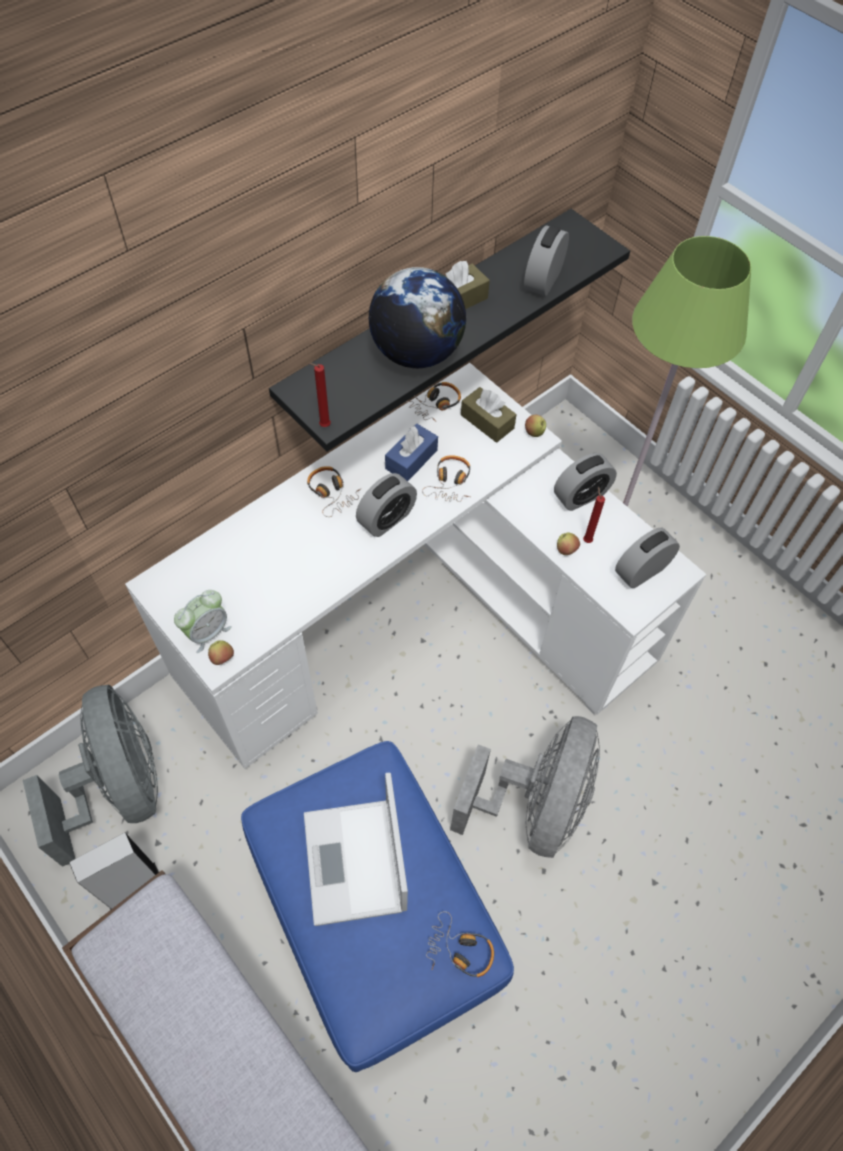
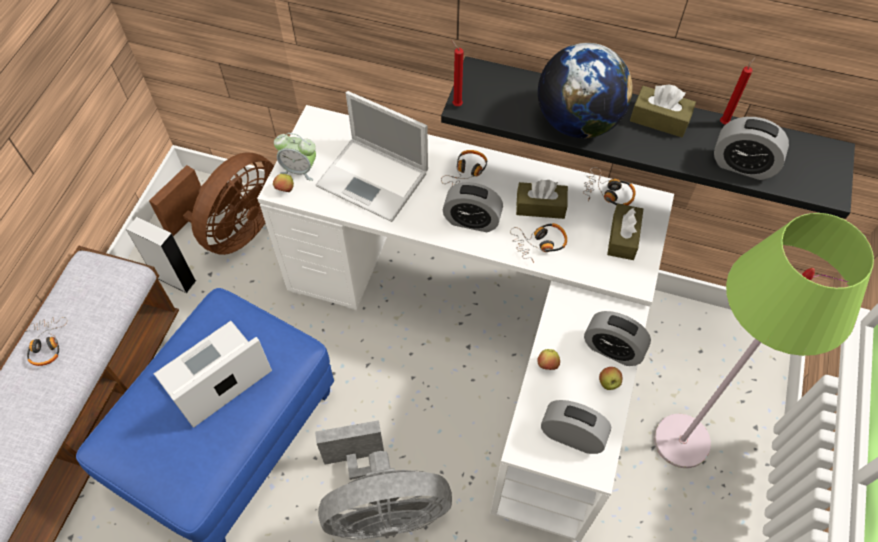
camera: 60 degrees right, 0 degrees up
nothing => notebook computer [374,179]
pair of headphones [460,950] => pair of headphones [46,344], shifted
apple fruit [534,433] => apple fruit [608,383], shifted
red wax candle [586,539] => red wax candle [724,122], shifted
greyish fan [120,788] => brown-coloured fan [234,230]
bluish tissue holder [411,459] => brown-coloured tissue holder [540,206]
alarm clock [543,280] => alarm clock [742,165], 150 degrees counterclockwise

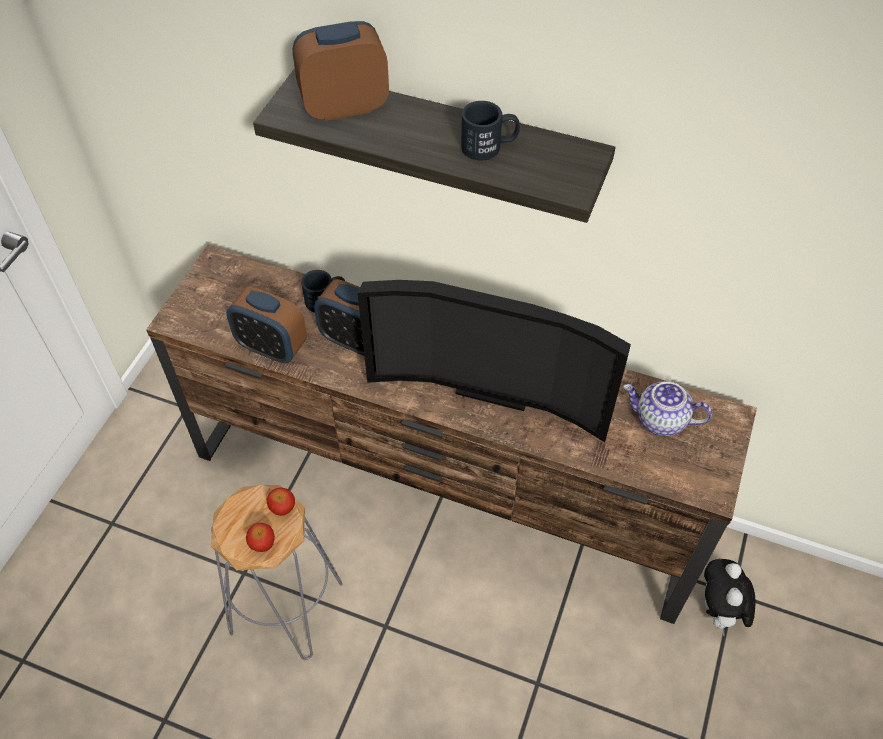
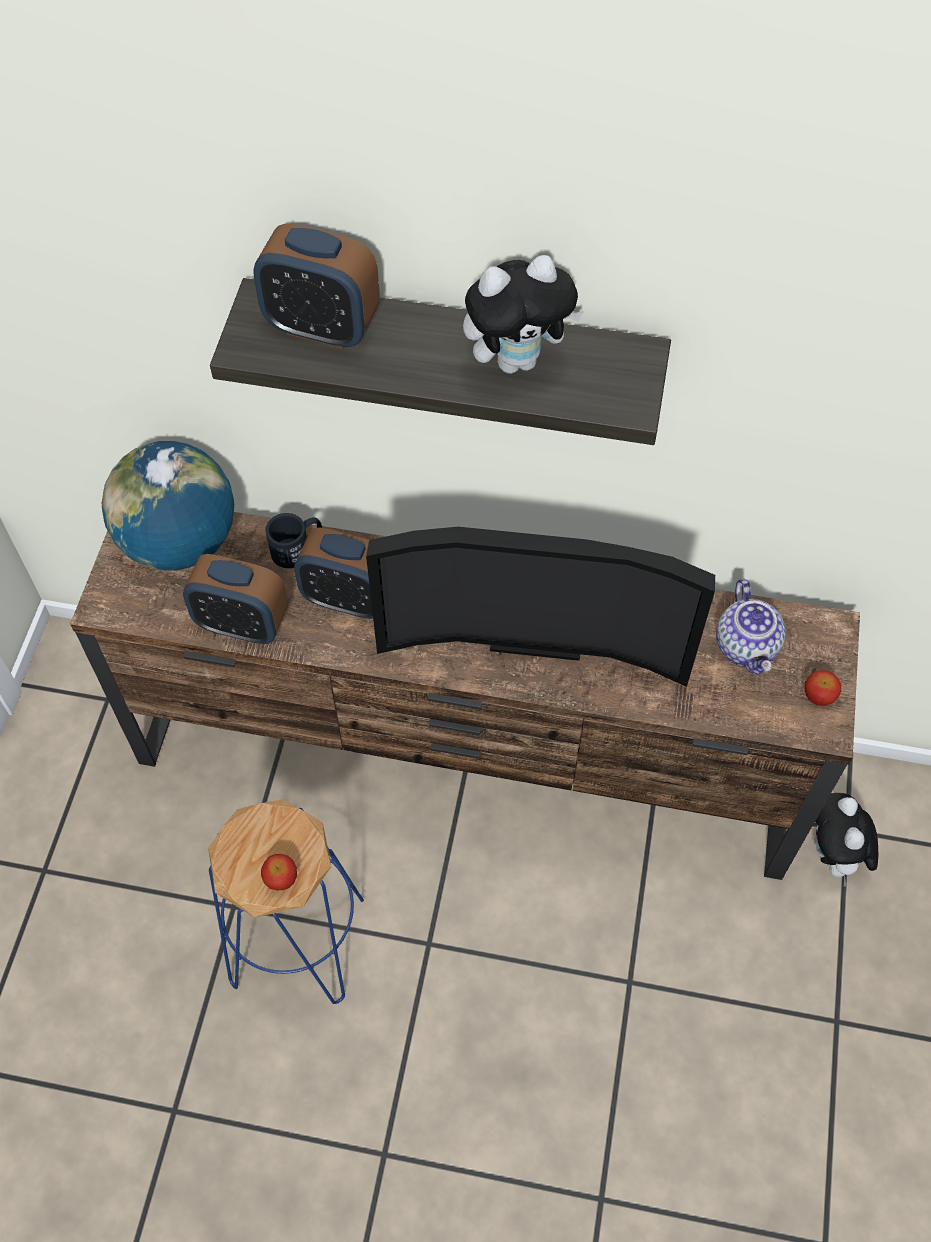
camera: 10 degrees left, 5 degrees up
nothing => desk globe [180,542]
apple fruit [282,508] => apple fruit [818,696], shifted
black-coloured tea mug [489,146] => cuddly toy [517,360]
greyish stool [286,605] => bluish stool [297,939]
alarm clock [344,107] => alarm clock [322,327], 135 degrees counterclockwise
teapot [660,420] => teapot [747,646], 105 degrees counterclockwise

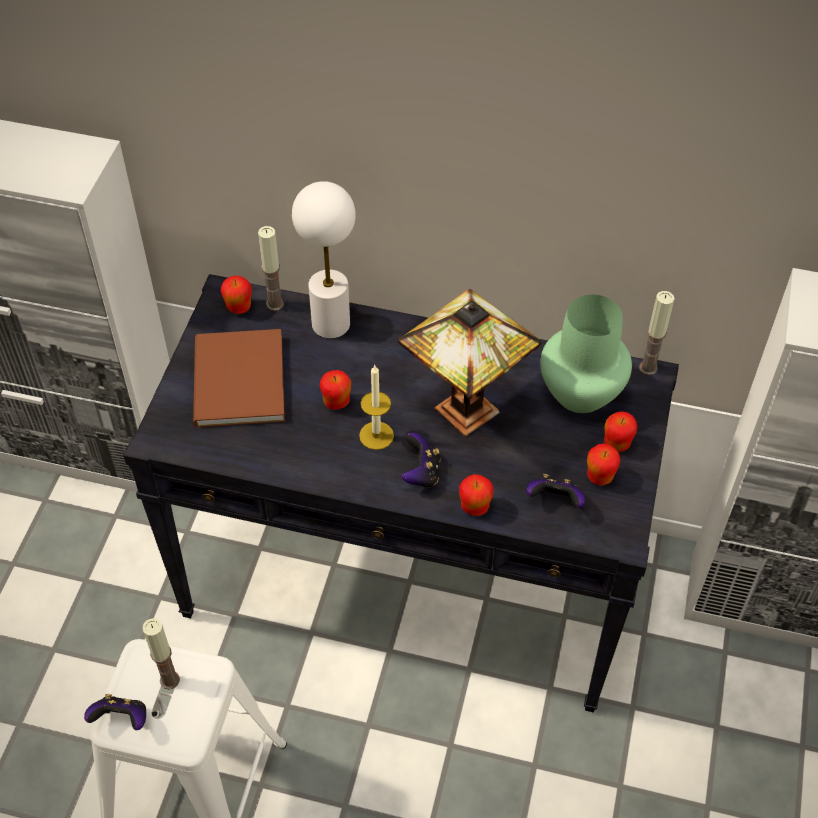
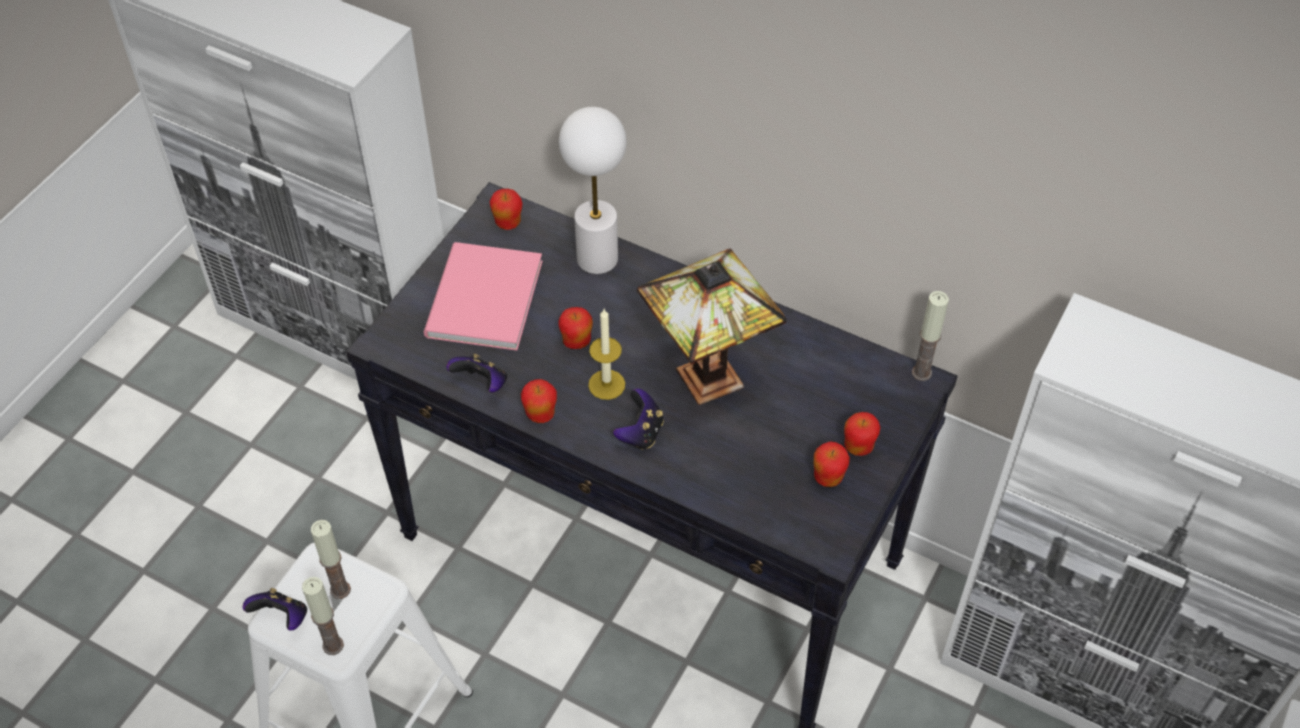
camera: 15 degrees right, 0 degrees up
green-coloured vase [581,392] => nothing
wax candle [275,304] => wax candle [333,645], shifted
apple fruit [474,507] => apple fruit [540,414], shifted
gamepad [555,501] => gamepad [482,384], shifted
brown-coloured bound book [236,383] => pink-coloured bound book [480,301]

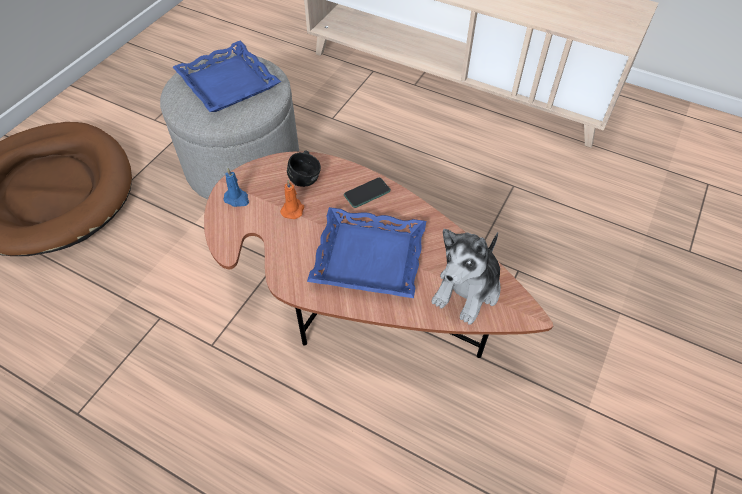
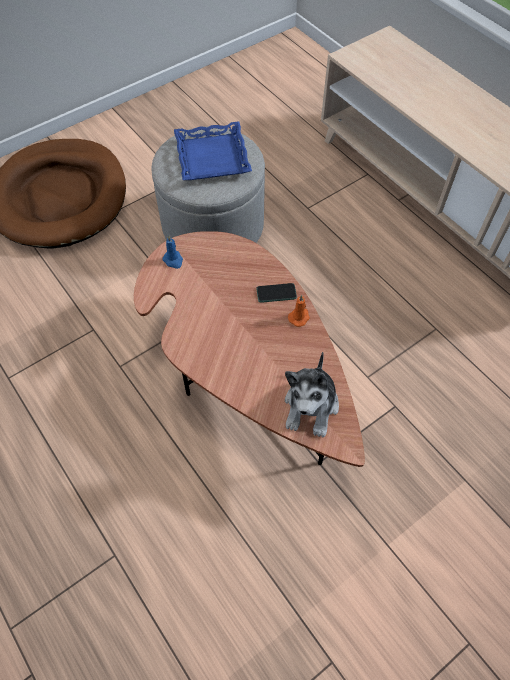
camera: 25 degrees right, 5 degrees up
black-coloured tea mug [306,177] => nothing
bluish carrying tray [369,257] => nothing
orange-coloured wax candle [293,209] => orange-coloured wax candle [299,317], shifted
cuddly toy [468,289] => cuddly toy [311,406], 45 degrees counterclockwise

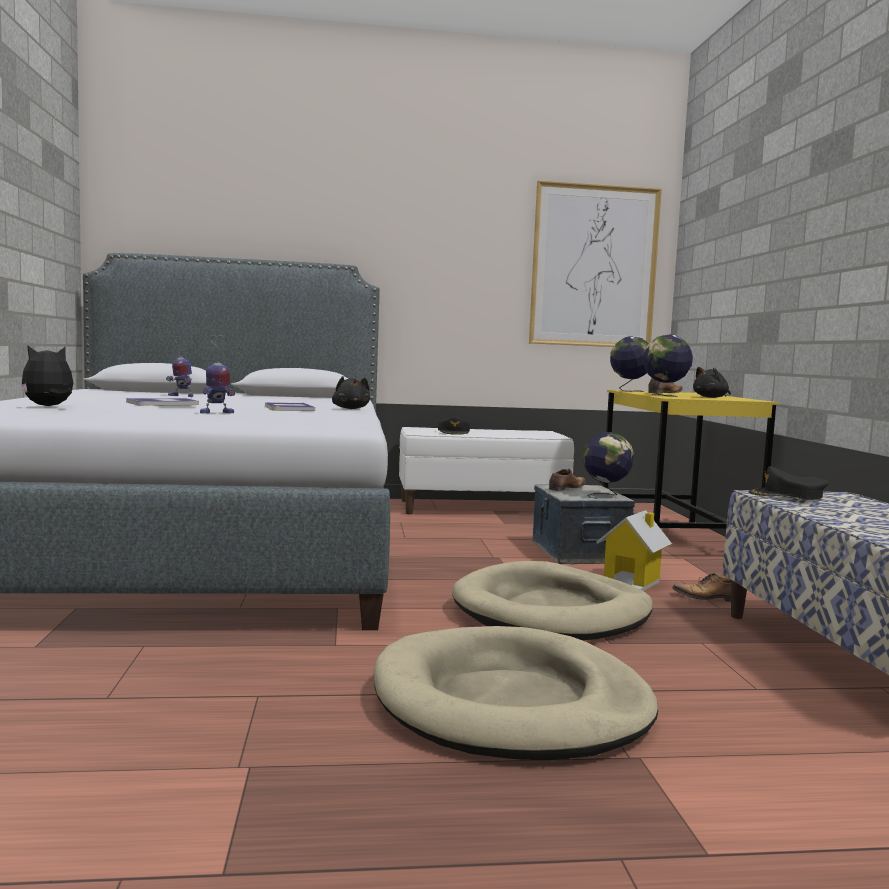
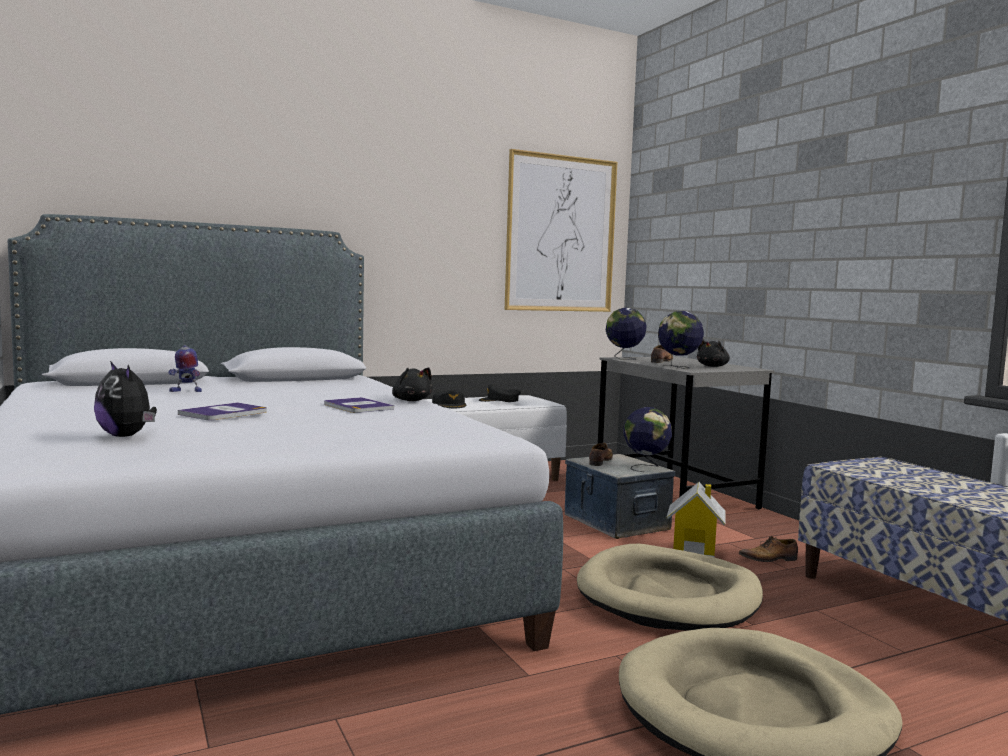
camera: 20 degrees left, 0 degrees up
model robot [216,413] => nothing
black-coloured baseball cap [787,495] => black-coloured baseball cap [499,400], shifted
yellowish desk unit [675,539] => greyish desk unit [675,496]
cuddly toy [49,406] => cuddly toy [127,436], 75 degrees counterclockwise

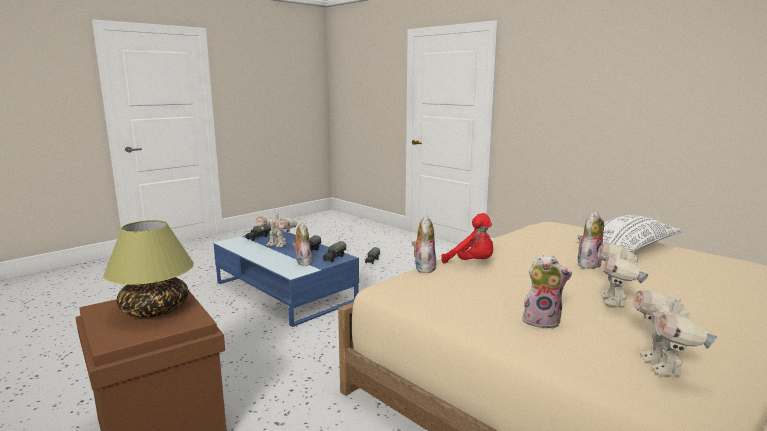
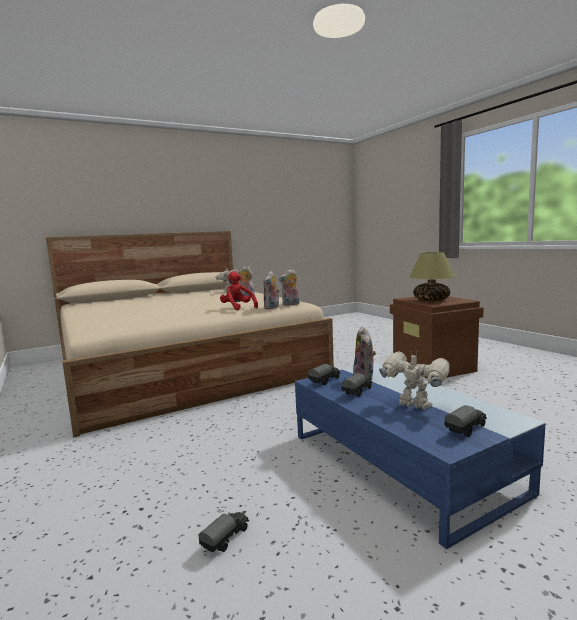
camera: 165 degrees left, 5 degrees down
whitish throw pillow [628,247] => nothing
model robot [615,300] => nothing
cuddly toy [588,264] => cuddly toy [291,304], shifted

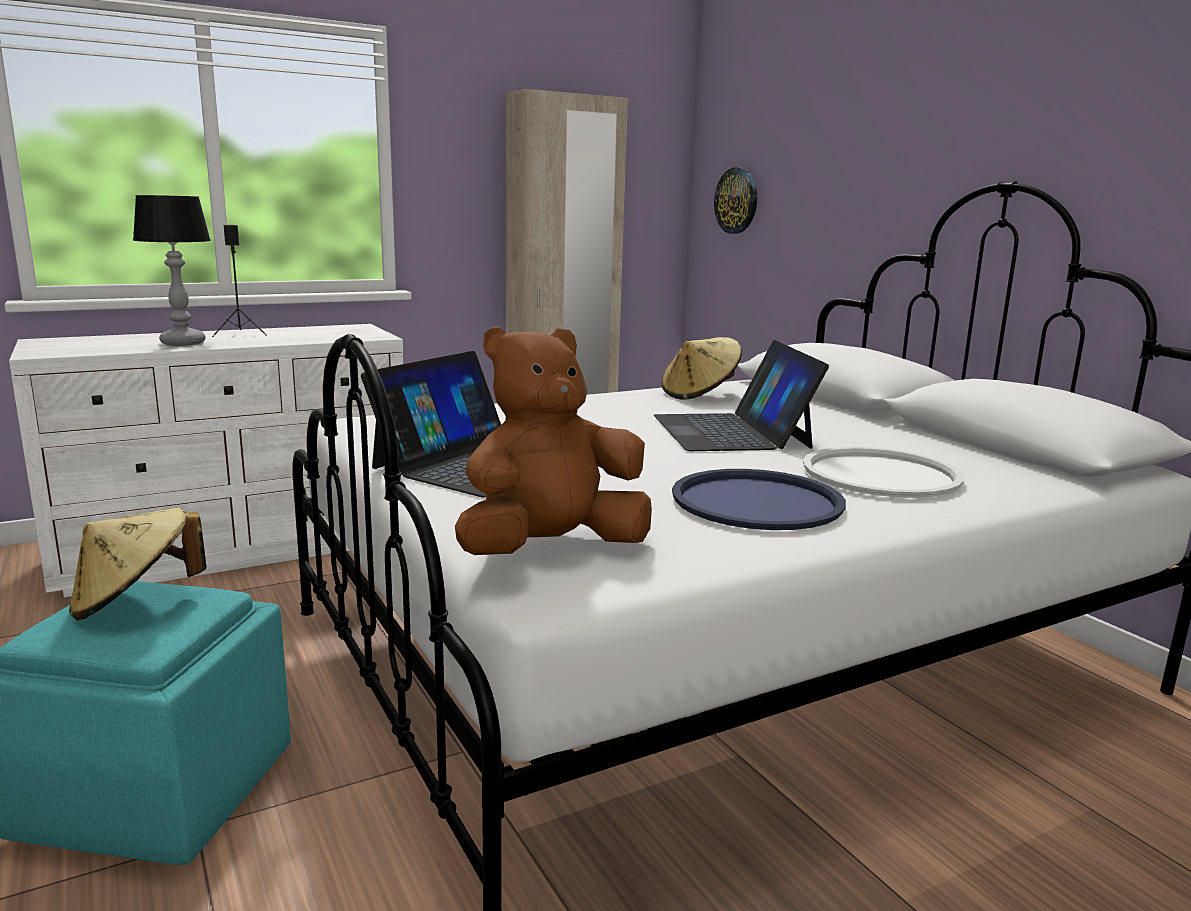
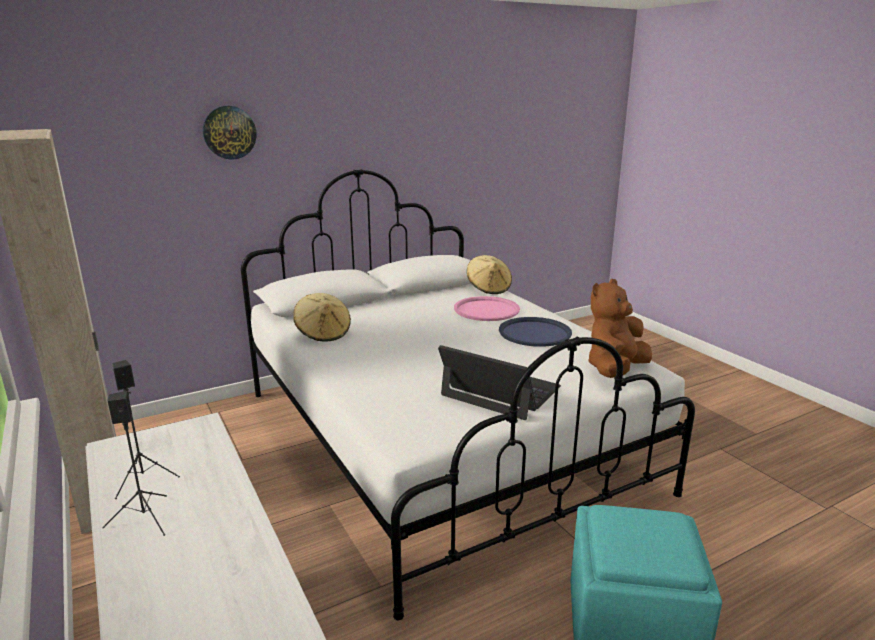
camera: 90 degrees left, 5 degrees up
lamp for a table [182,343] => nothing
notebook computer [732,431] => nothing
nothing => black-coloured audio speaker [144,479]
beige-coloured clothing hat [136,602] => beige-coloured clothing hat [488,288], shifted
hanging clock [737,201] => hanging clock [229,132], shifted
whitish carrying tray [880,474] => pink-coloured carrying tray [486,310]
brown-coloured cuddly toy [552,550] => brown-coloured cuddly toy [615,370], 75 degrees clockwise

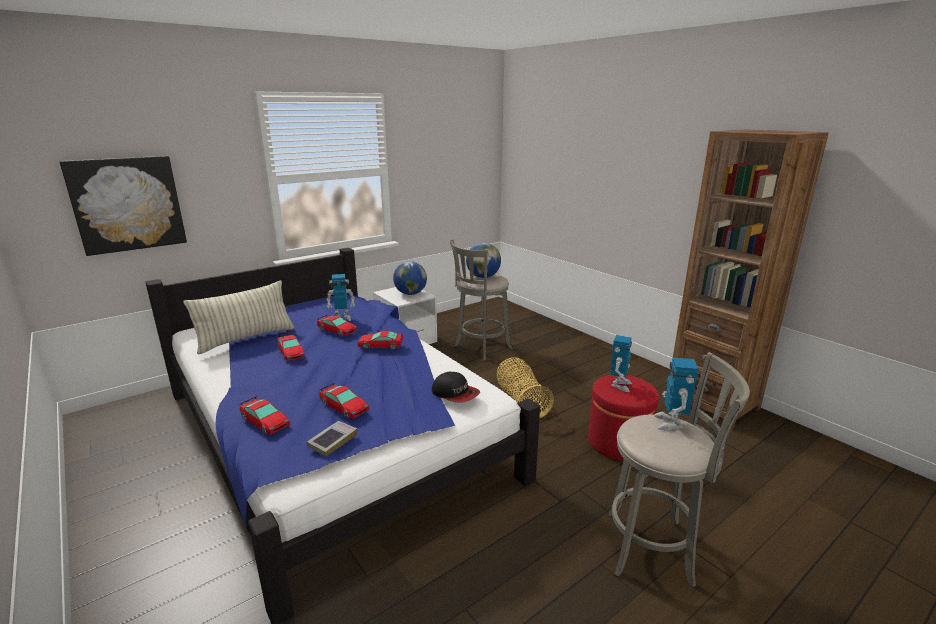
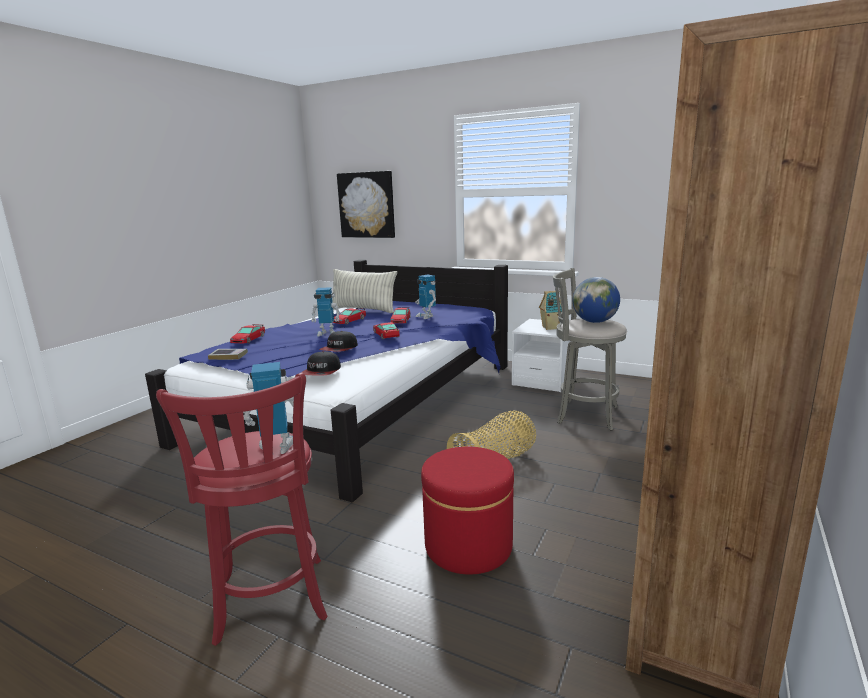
camera: 65 degrees right, 5 degrees down
miniature car [343,406] => nothing
nothing => baseball cap [339,349]
model robot [619,385] => model robot [327,333], shifted
desk globe [410,294] => model house [549,328]
greyish stool [654,548] => red stool [271,604]

